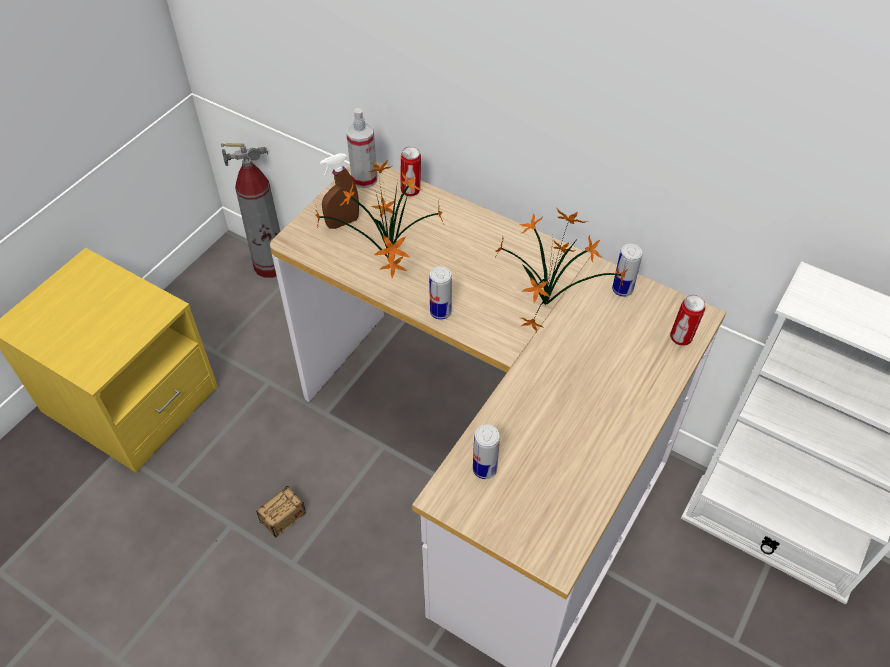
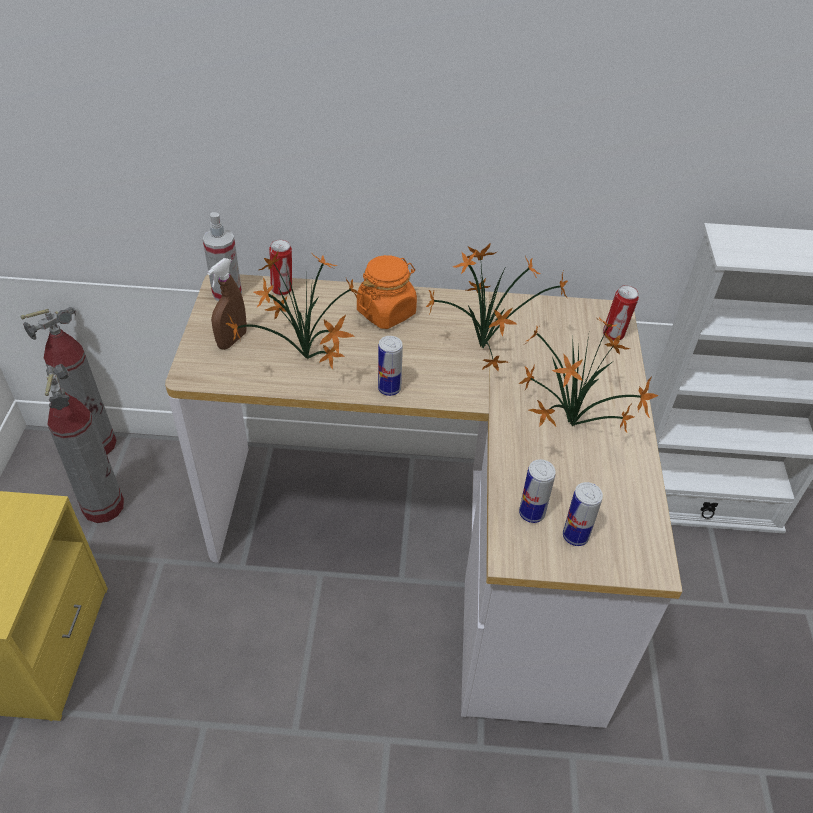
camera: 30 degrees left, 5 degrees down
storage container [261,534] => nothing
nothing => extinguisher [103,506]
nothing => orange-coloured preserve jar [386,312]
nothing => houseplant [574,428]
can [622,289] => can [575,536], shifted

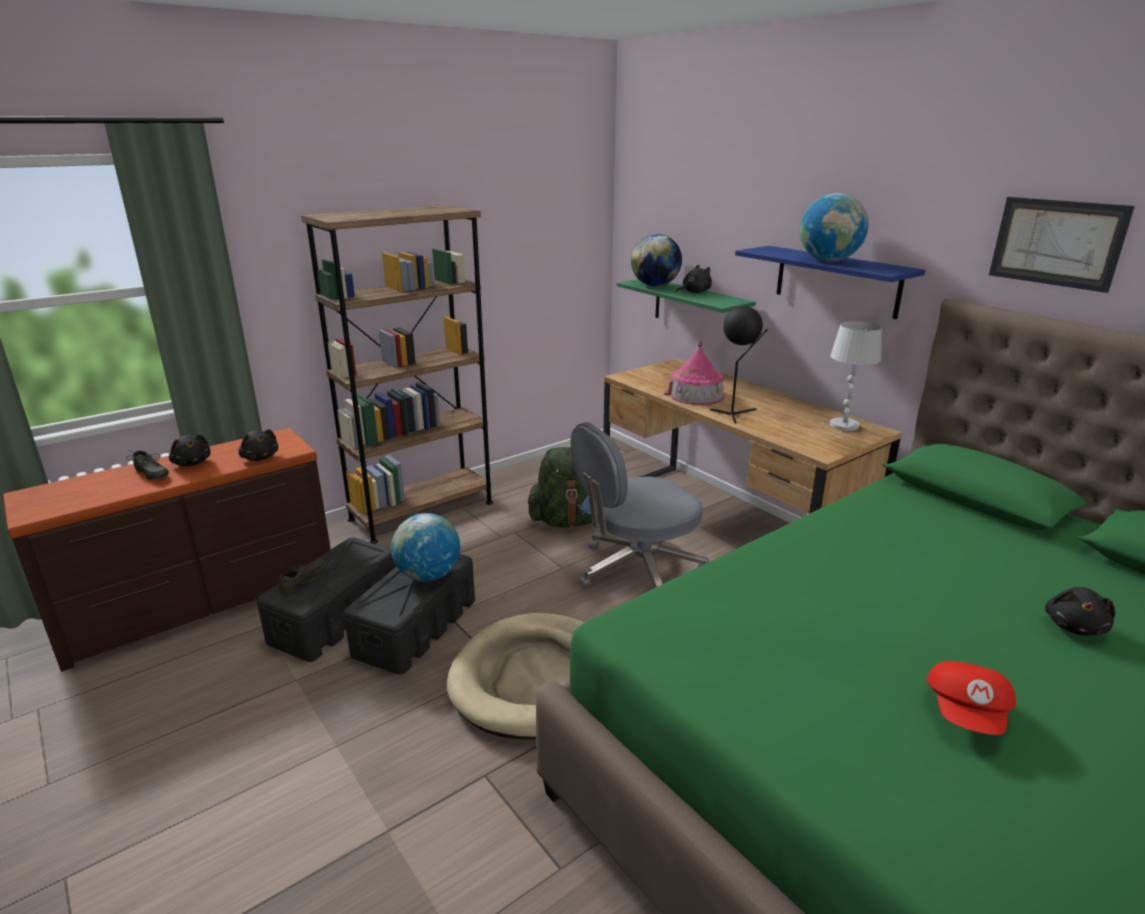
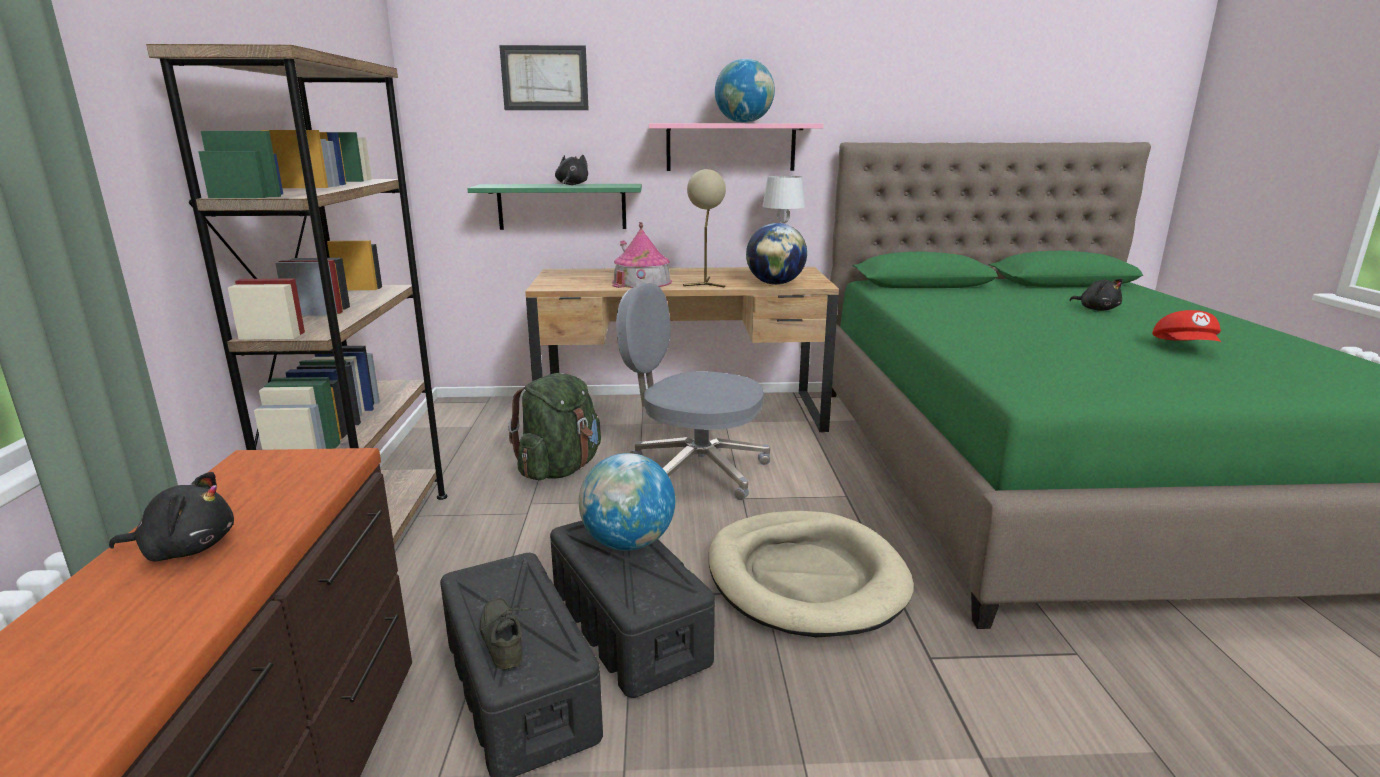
camera: 55 degrees left, 5 degrees down
greyish shoe [150,474] => nothing
black-coloured cuddly toy [260,457] => nothing
desk globe [655,285] => desk globe [775,284], shifted
wall picture [1057,242] => wall picture [544,78], shifted
black-coloured lamp for a table [735,414] => beige-coloured lamp for a table [705,283]
bluish wall shelf [836,281] => pink-coloured wall shelf [730,147]
greyish computer chair [637,571] => greyish computer chair [695,470], 105 degrees clockwise
red baseball cap [967,714] => red baseball cap [1185,348], 45 degrees clockwise

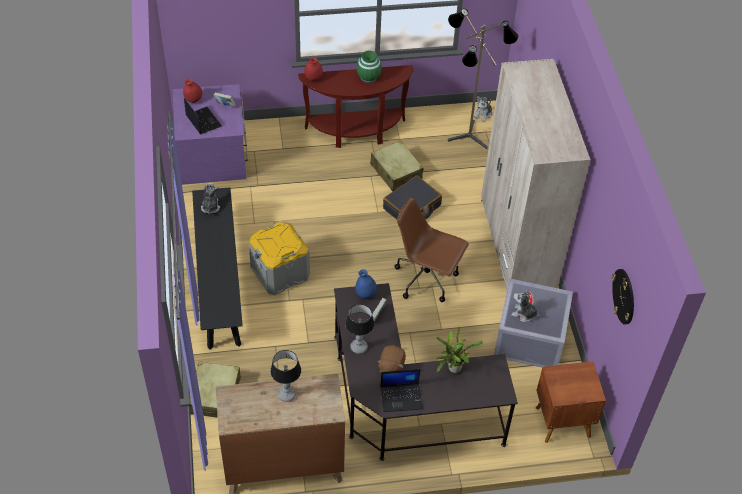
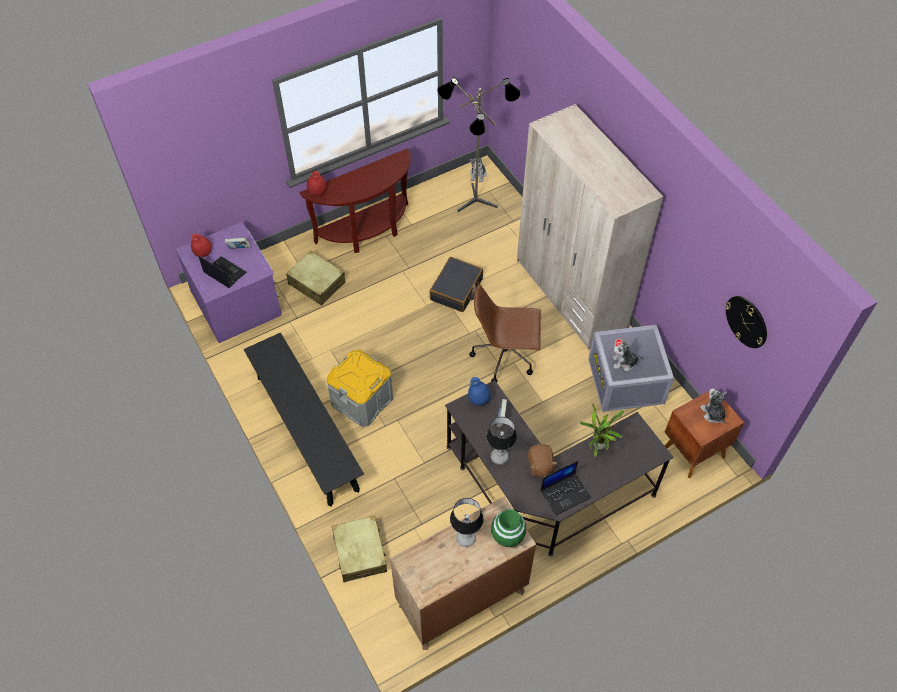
camera: 20 degrees left, 5 degrees up
cuddly toy [210,207] => cuddly toy [712,413], shifted
green-coloured vase [368,77] => green-coloured vase [507,536], shifted
beige-coloured suitcase [396,171] => beige-coloured suitcase [316,283], shifted

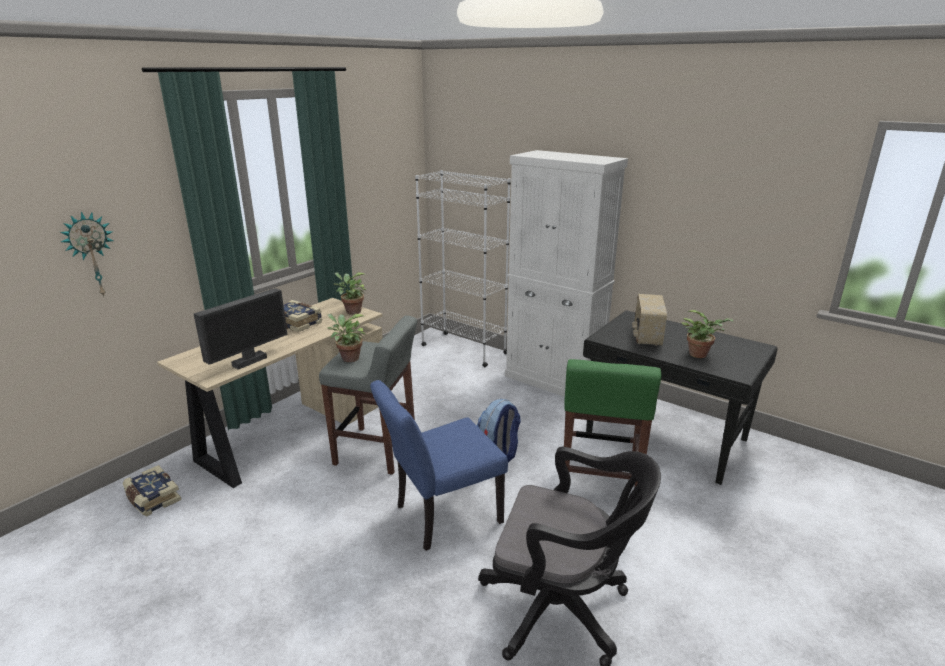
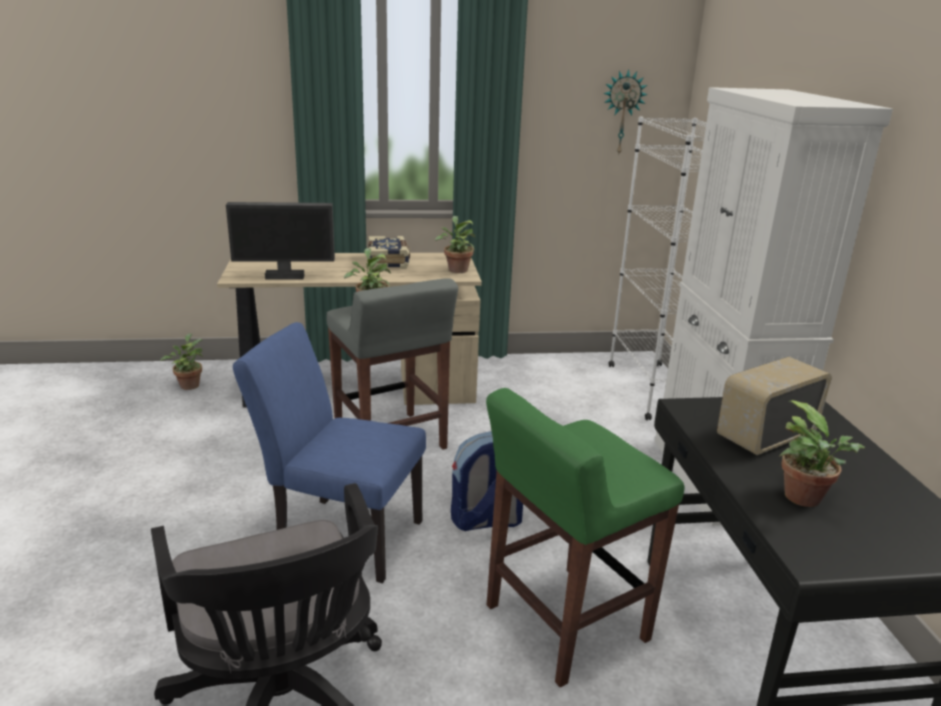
camera: 45 degrees right, 0 degrees up
hanging clock [91,255] => hanging clock [622,112], shifted
bound book [152,499] => houseplant [189,385]

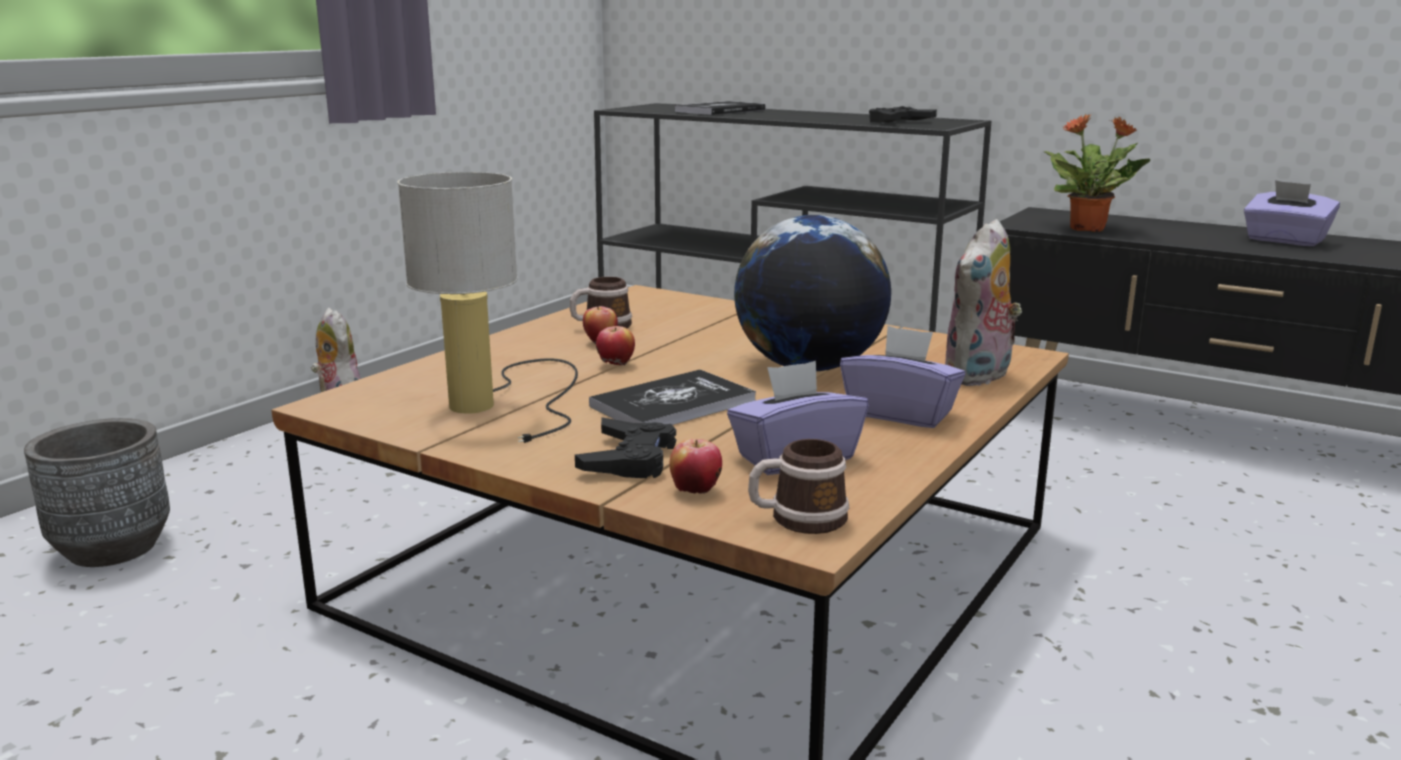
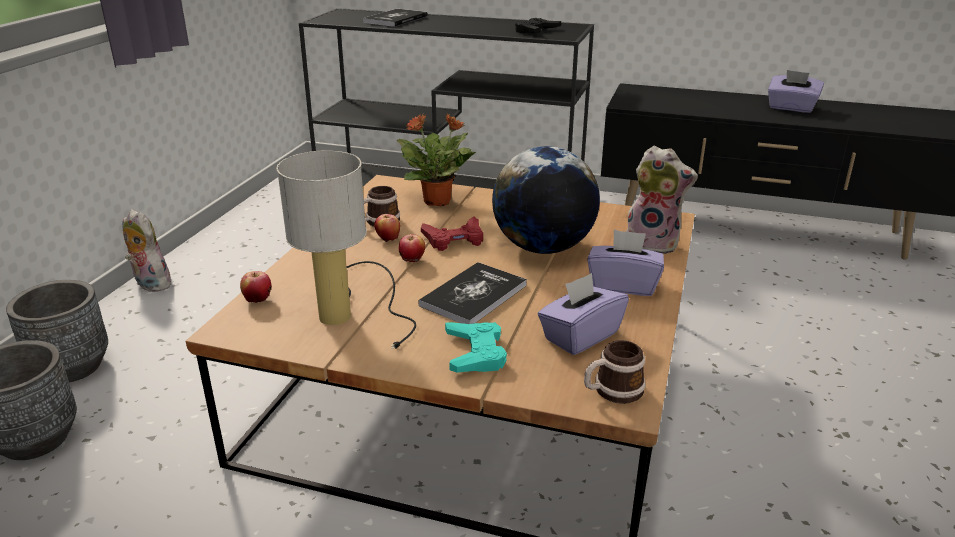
camera: 15 degrees left, 10 degrees up
nothing => greyish planter [72,367]
nothing => red gamepad [454,239]
apple fruit [695,491] => apple fruit [258,300], shifted
houseplant [1089,229] => houseplant [438,201], shifted
black-coloured gamepad [629,459] => turquoise gamepad [475,353]
cuddly toy [979,377] => cuddly toy [653,244], 90 degrees counterclockwise

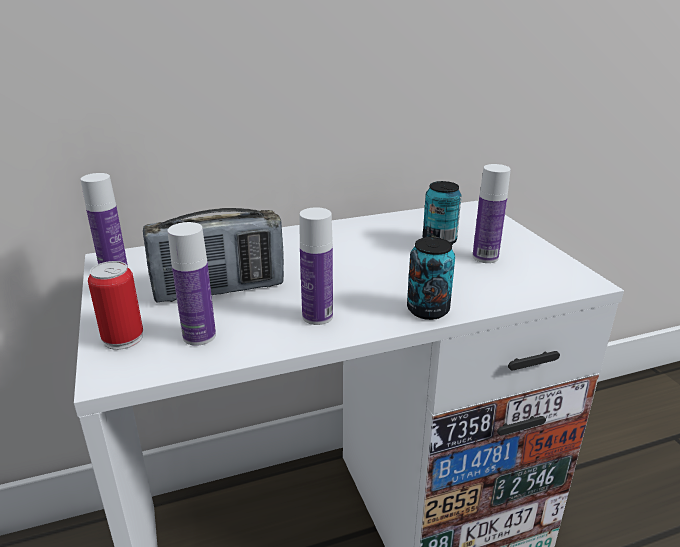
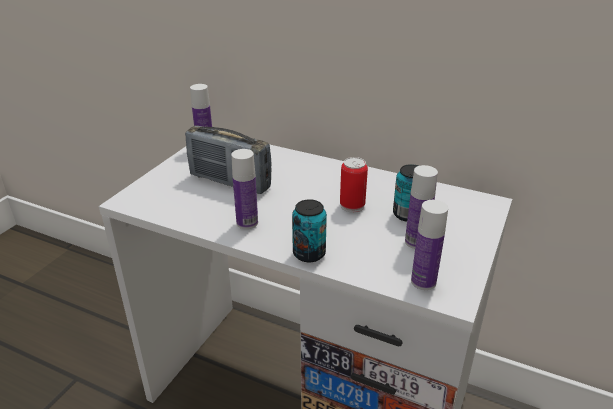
camera: 45 degrees right, 5 degrees up
can [123,338] => can [352,206], shifted
beverage bottle [199,336] => beverage bottle [423,281], shifted

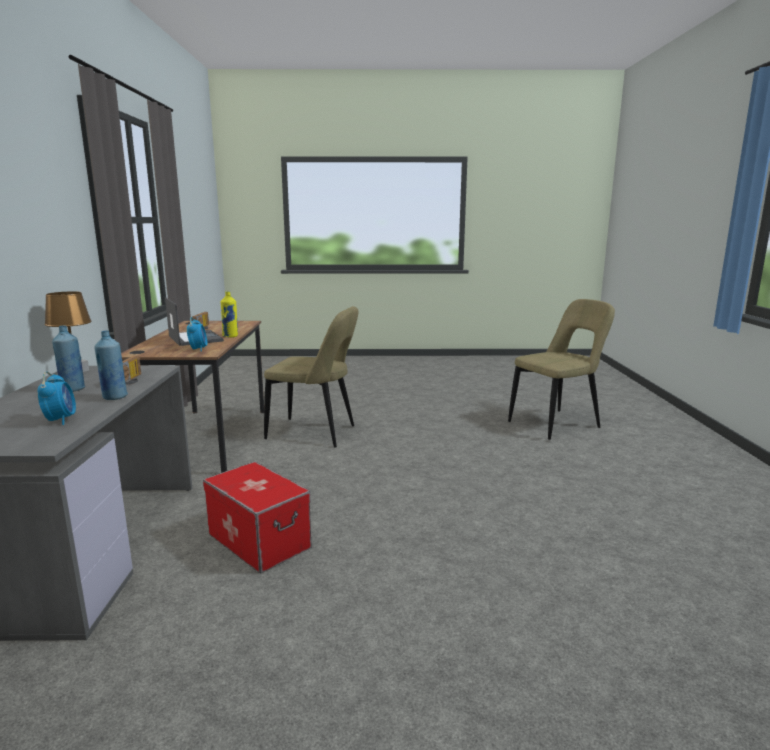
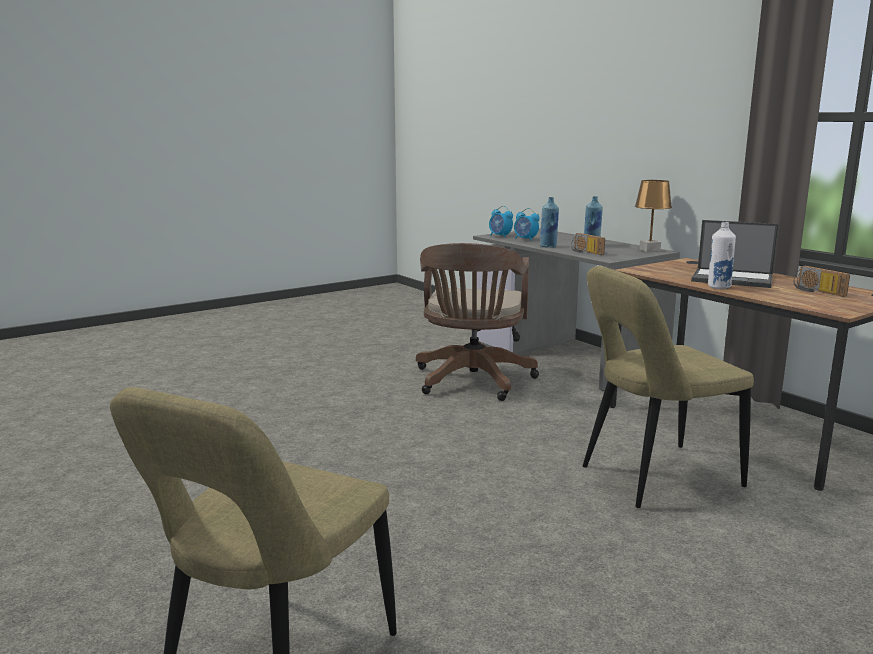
camera: 145 degrees right, 0 degrees up
alarm clock [198,349] => alarm clock [500,236], shifted
storage container [260,541] => brown-coloured computer chair [472,382]
yellowish beverage bottle [230,336] => whitish beverage bottle [718,287]

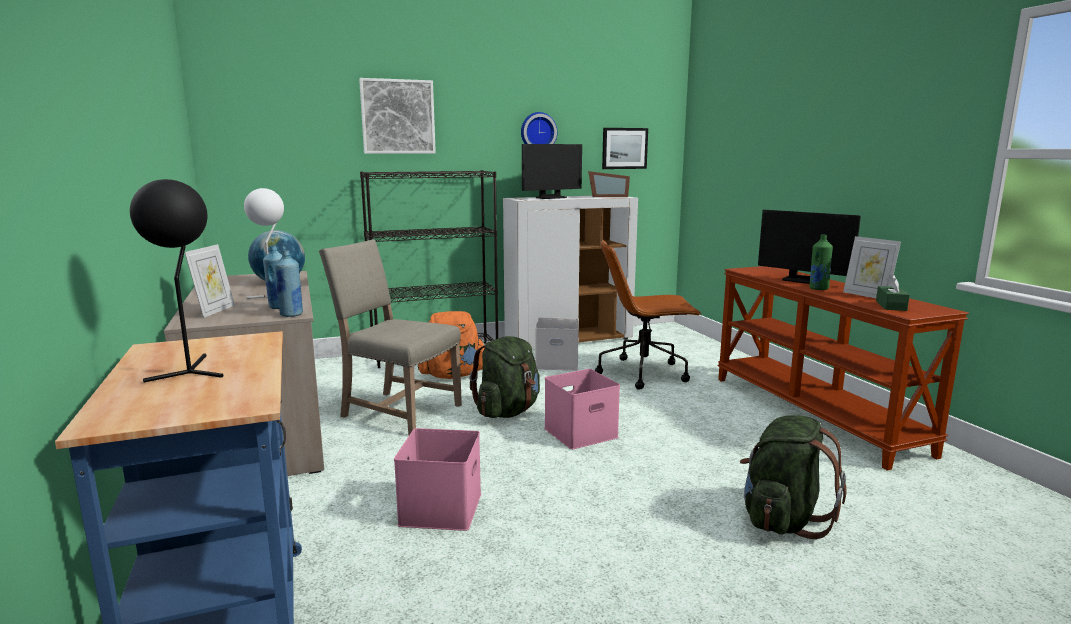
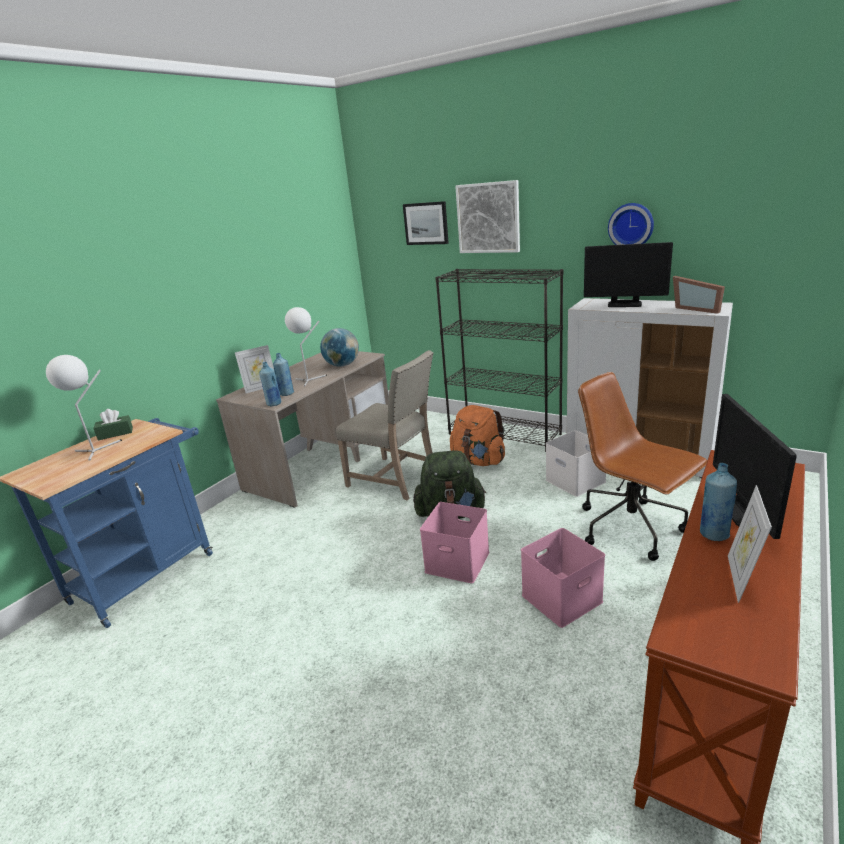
camera: 55 degrees right, 10 degrees up
green-coloured knapsack [782,520] => nothing
pink-coloured storage container [440,508] => pink-coloured storage container [561,597], shifted
wall picture [624,148] => wall picture [426,223], shifted
green-coloured tissue holder [891,306] => green-coloured tissue holder [115,433], shifted
black-coloured lamp for a table [191,370] => whitish lamp for a table [97,450]
green-coloured beverage bottle [818,288] => bluish beverage bottle [714,534]
beige-coloured upright chair [397,411] => beige-coloured upright chair [395,479], 135 degrees clockwise

